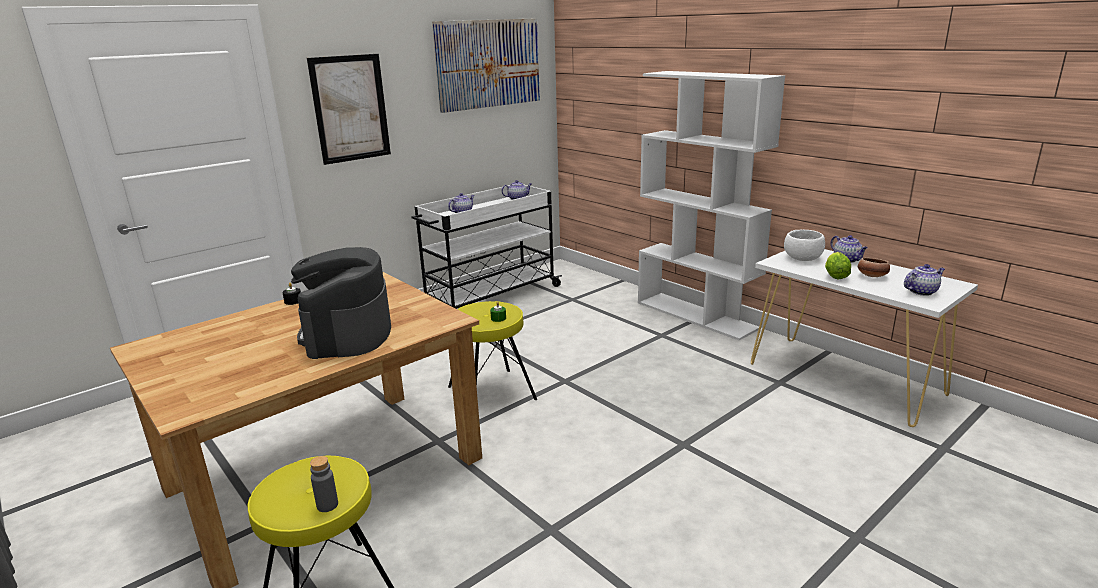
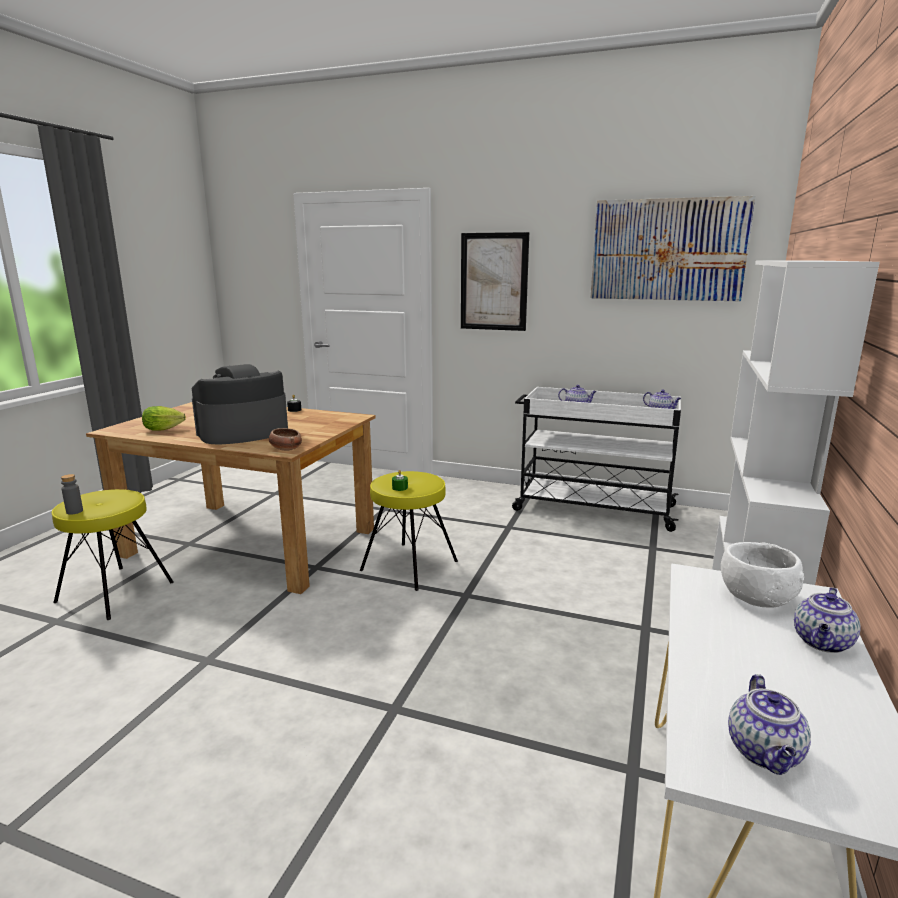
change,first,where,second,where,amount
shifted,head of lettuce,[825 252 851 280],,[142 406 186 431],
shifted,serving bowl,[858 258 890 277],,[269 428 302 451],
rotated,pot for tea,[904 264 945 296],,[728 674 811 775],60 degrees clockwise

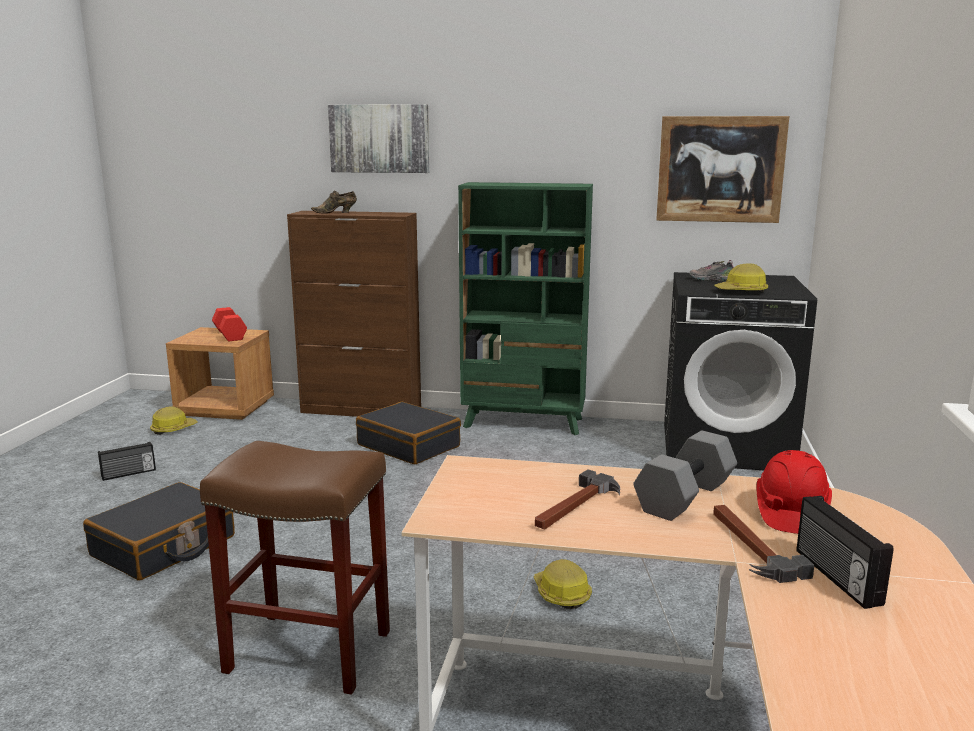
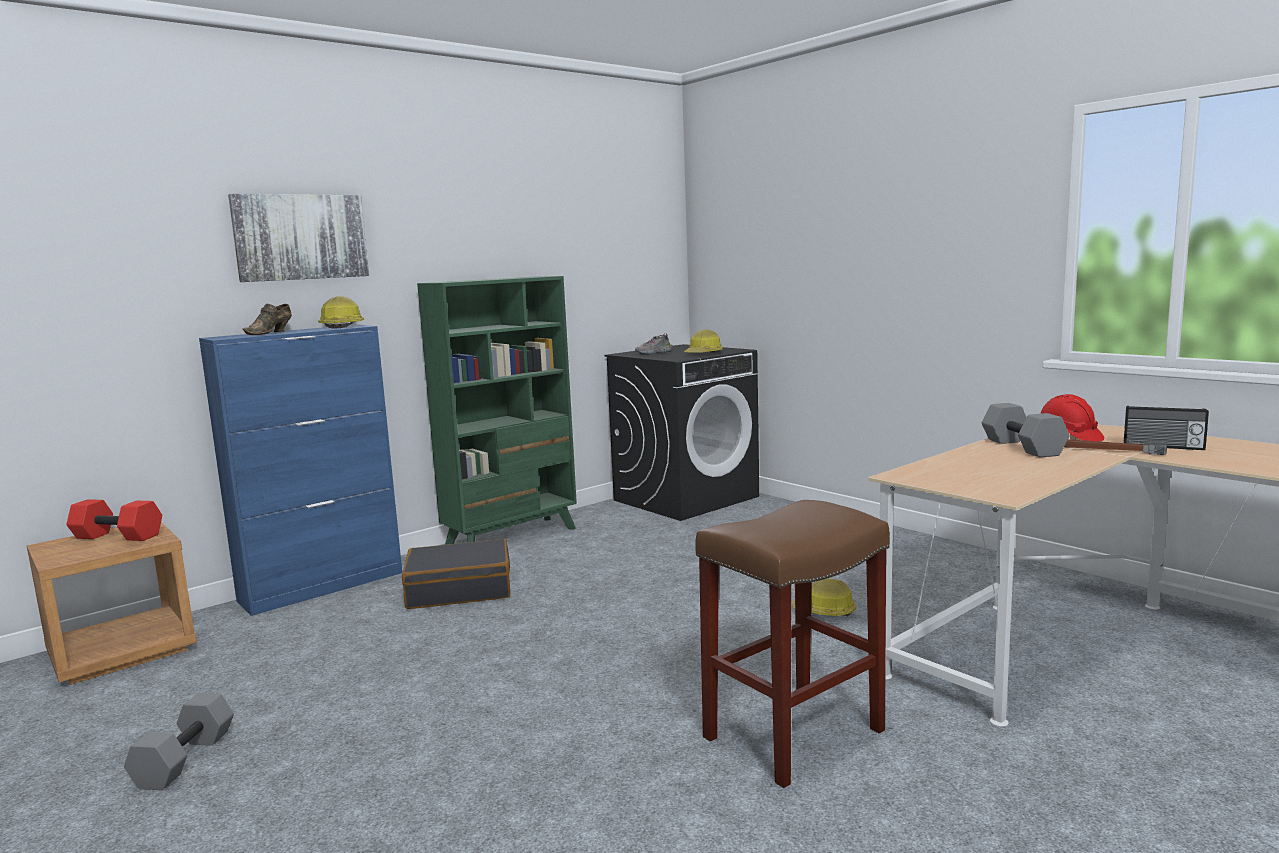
change,first,where,second,where,amount
gone,blackish travel case,[83 482 235 581],,,
gone,hammer,[535 470 620 529],,,
gone,wall picture,[656 116 789 223],,,
shifted,safety helmet,[150 406 198 435],,[319 296 364 328],
swapped,radio,[98 442 156 481],grey dumbbell,[124 693 234 790],
repainted,brown-coloured cabinet,[287 211 421 417],bluish cabinet,[199 324 402 616],

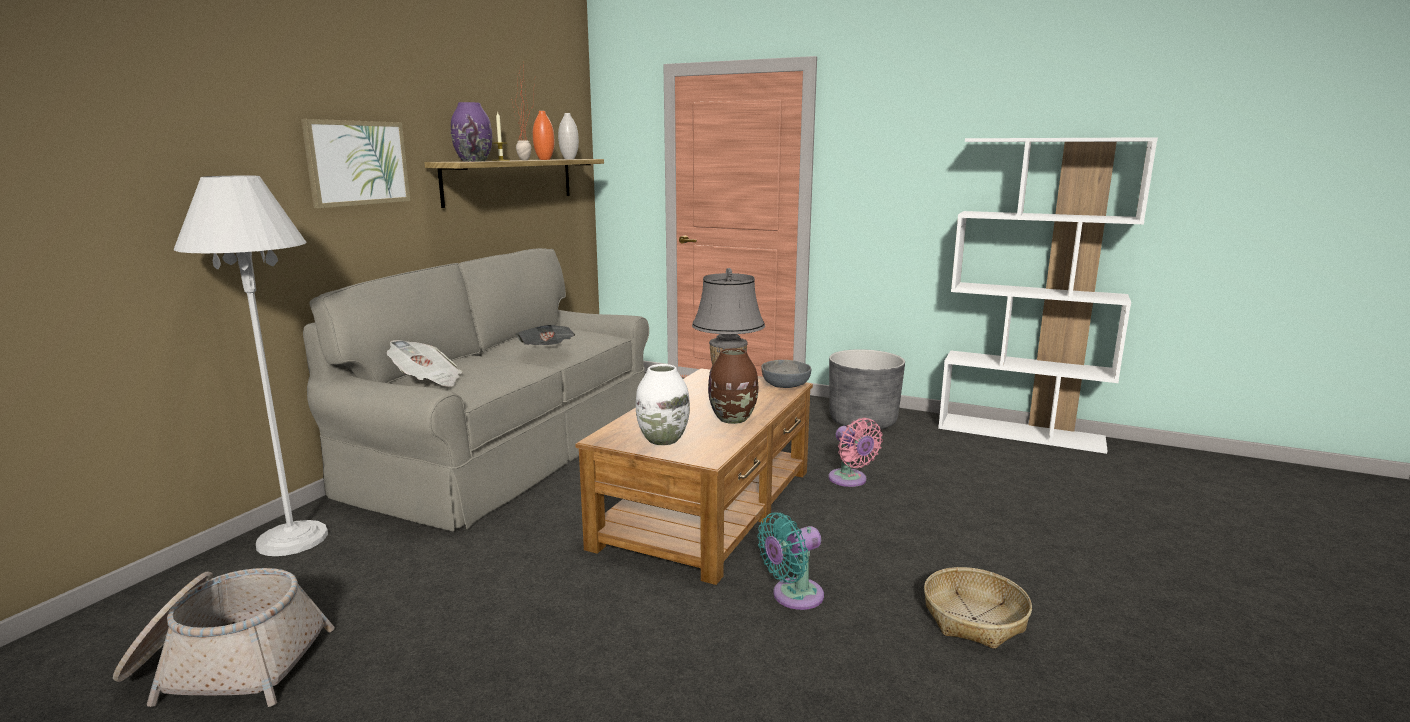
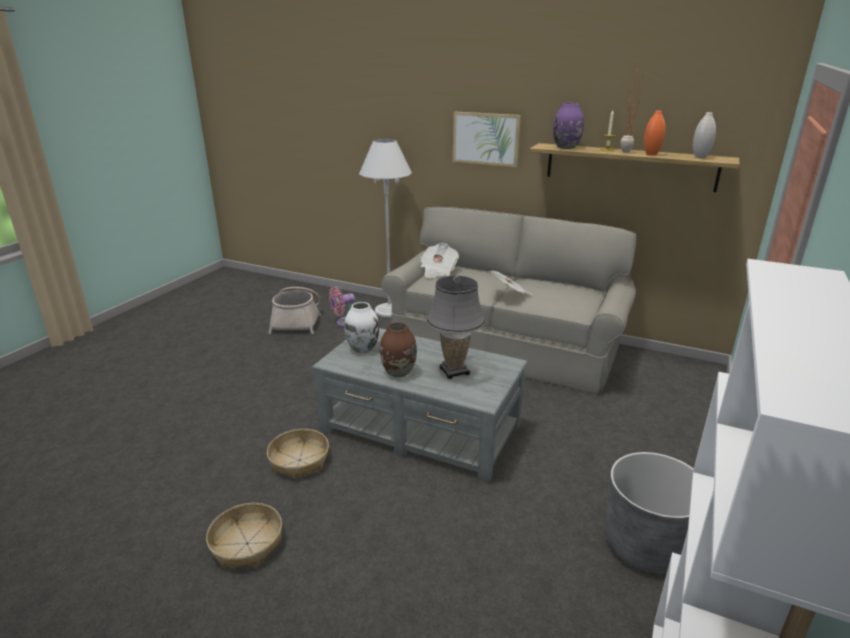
change,first,where,second,where,amount
gone,grey serving bowl,[761 360 811 388],,,
shifted,pinkish cooling fan,[829 418 883 487],,[329 287 355 327],
swapped,blue-green cooling fan,[757 512 824 610],basket,[267 429 329 479],
repainted,brown-coloured coffee table,[575 368 813 585],grey coffee table,[312 328 528 484],

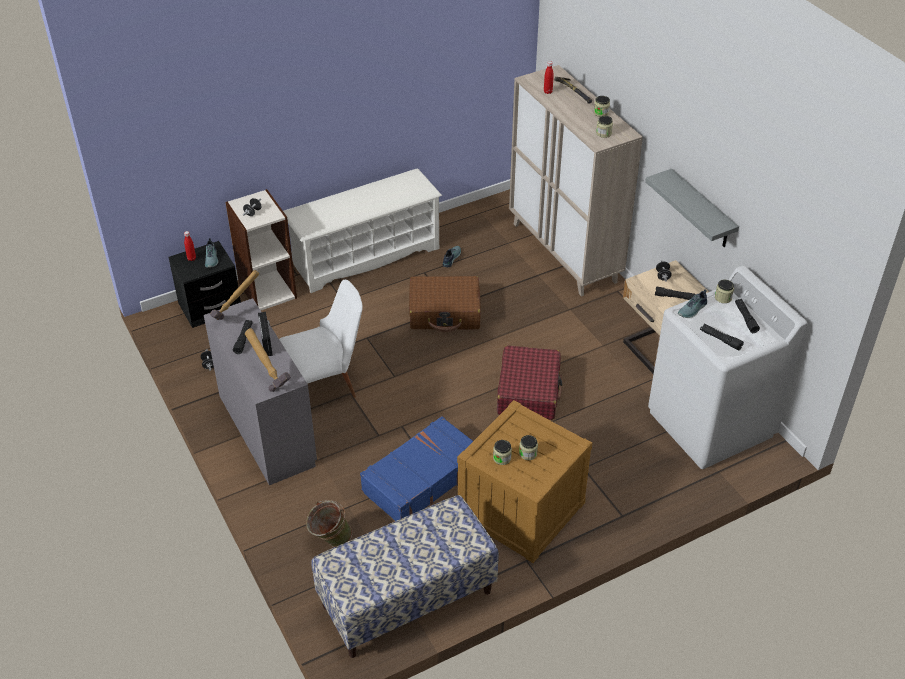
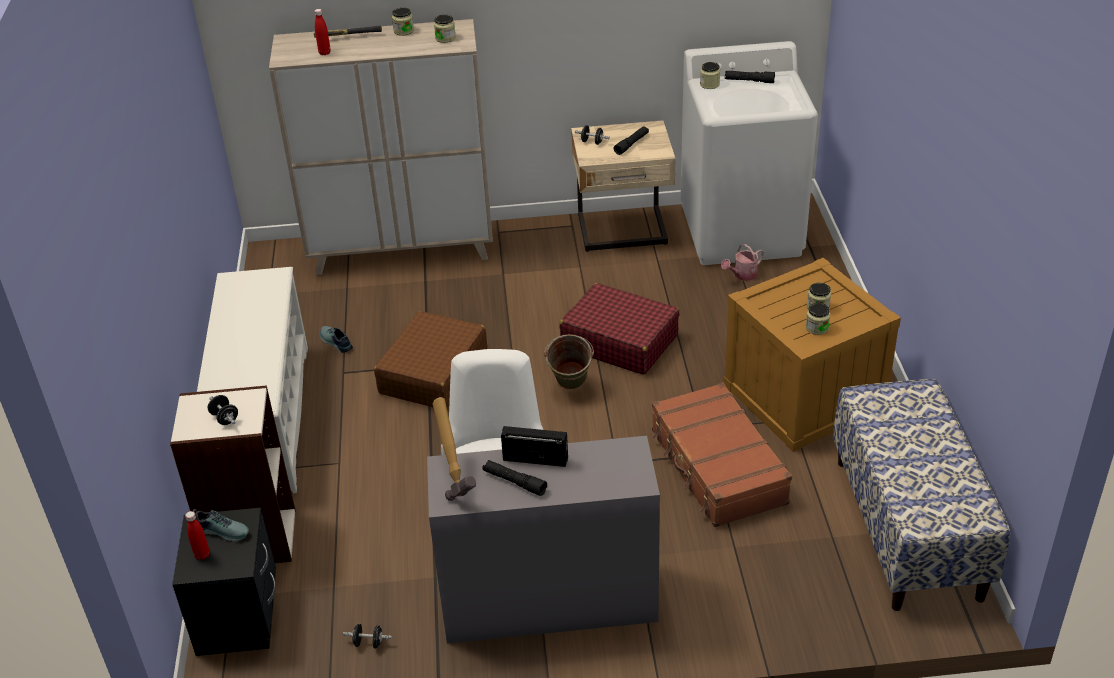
change,first,where,second,where,amount
gone,hammer,[245 328 291 392],,,
gone,grey wall shelf,[645 169 739 247],,,
gone,shoe,[678 289 707 318],,,
gone,blackish flashlight,[700 324 744 350],,,
new,,,sprinkling can,[721 244 764 281],
shifted,greenish bucket,[306 500 352 547],,[544 334 594 390],
repainted,bluish travel case,[360 416 473 521],brown-coloured travel case,[652 382 792 527],

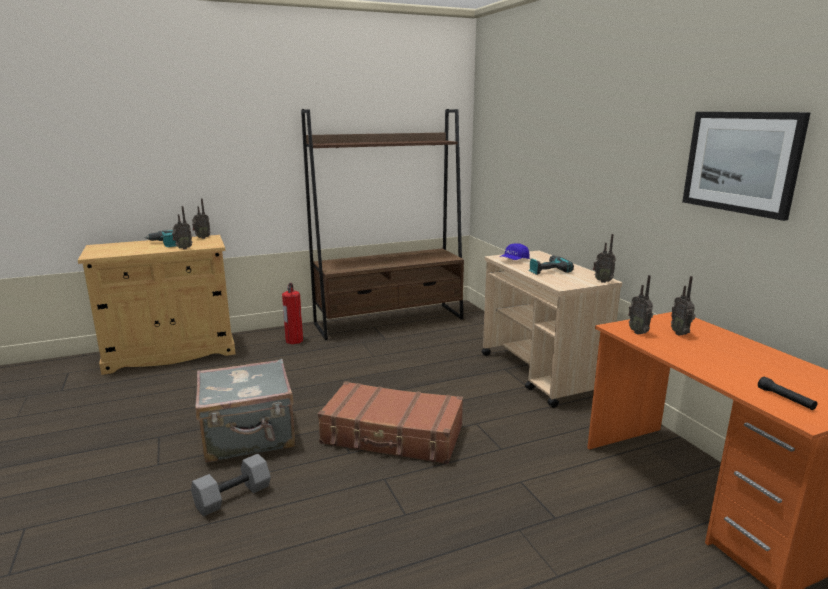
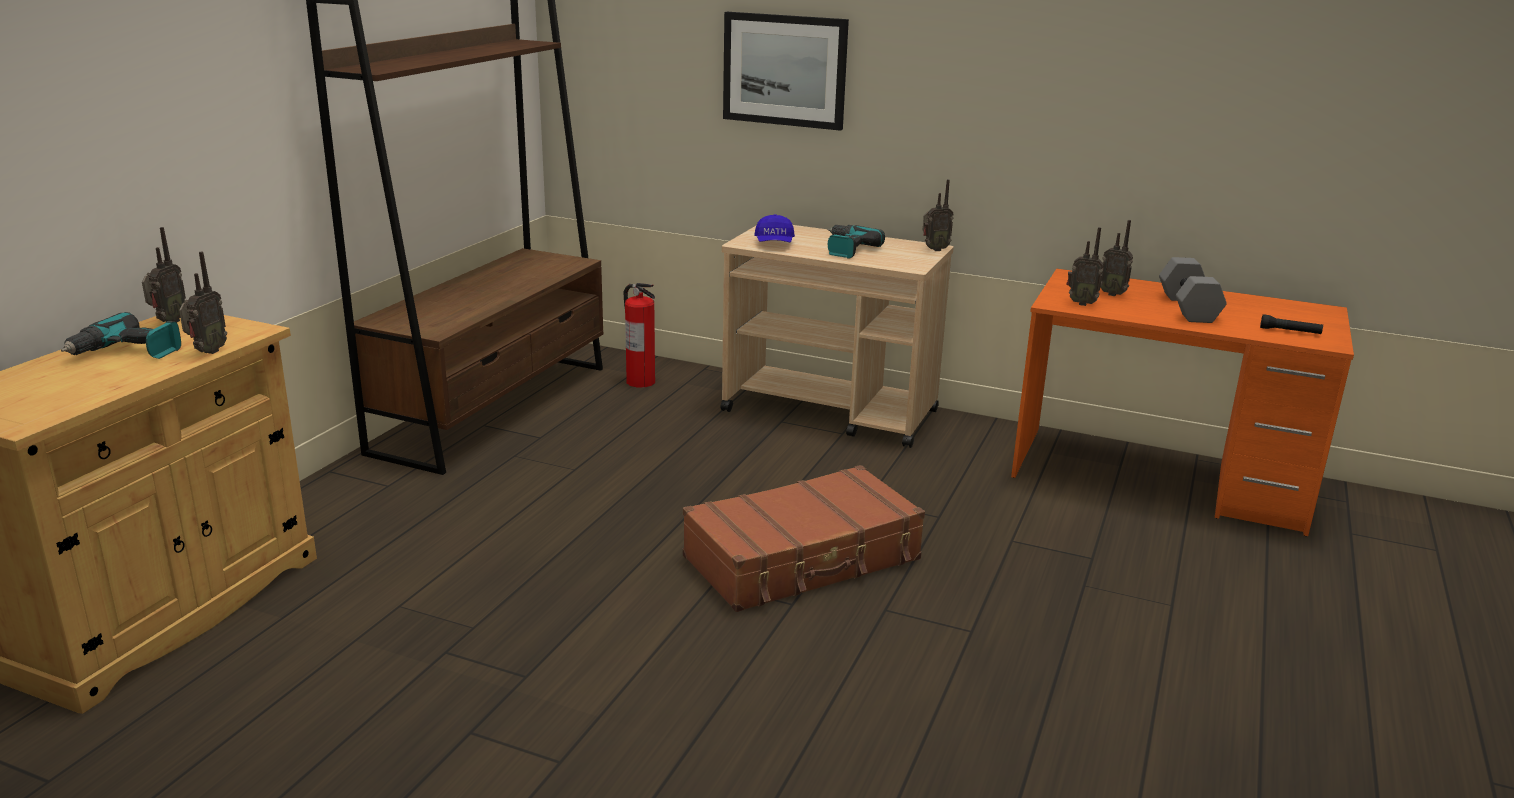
change,first,where,second,where,amount
gone,grey travel case,[195 359 295 463],,,
shifted,grey dumbbell,[191 454 271 517],,[1159 257 1227 323],
shifted,fire extinguisher,[282 283 303 344],,[623 283 655 387],
shifted,wall picture,[682 112 811 221],,[723 12 849 131],

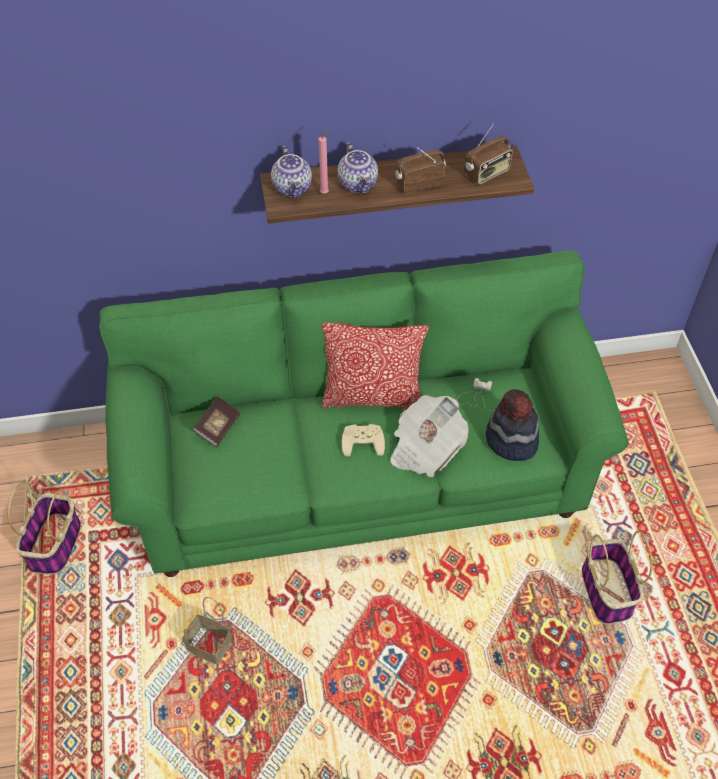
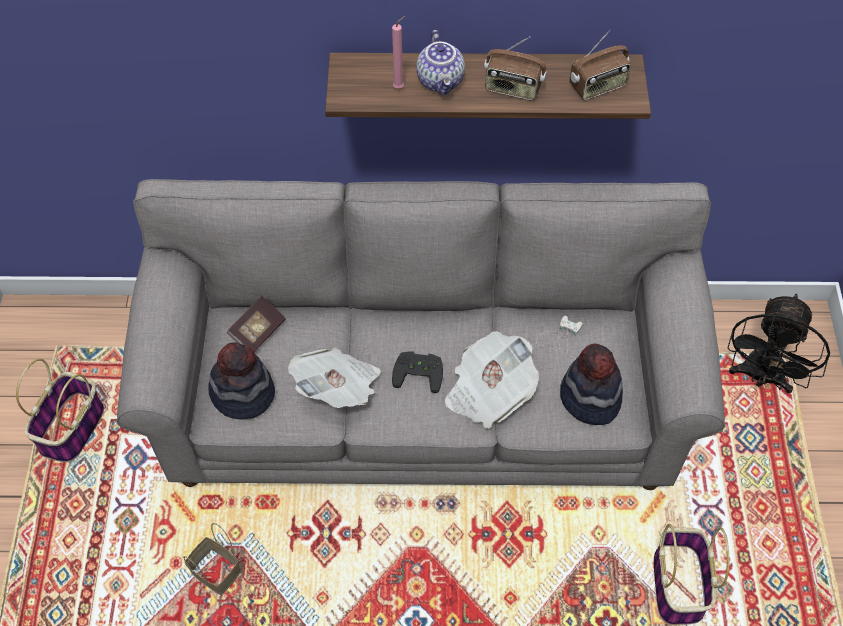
change,first,where,second,where,amount
gone,pot for tea,[271 146 312 198],,,
gone,cushion,[322 322 429 410],,,
new,,,wearable hat,[208 342 275 420],
new,,,printed paper,[288 348 381 408],
new,,,blackish cooling fan,[727 293 830 393],
repainted,greenish couch,[99 250 629 577],grey couch,[116 179 725 490],
repainted,beige game controller,[342 424 385 457],blackish game controller,[392 351 443 393],
rotated,radio,[395 147 446 194],,[484 36 547 101],150 degrees counterclockwise

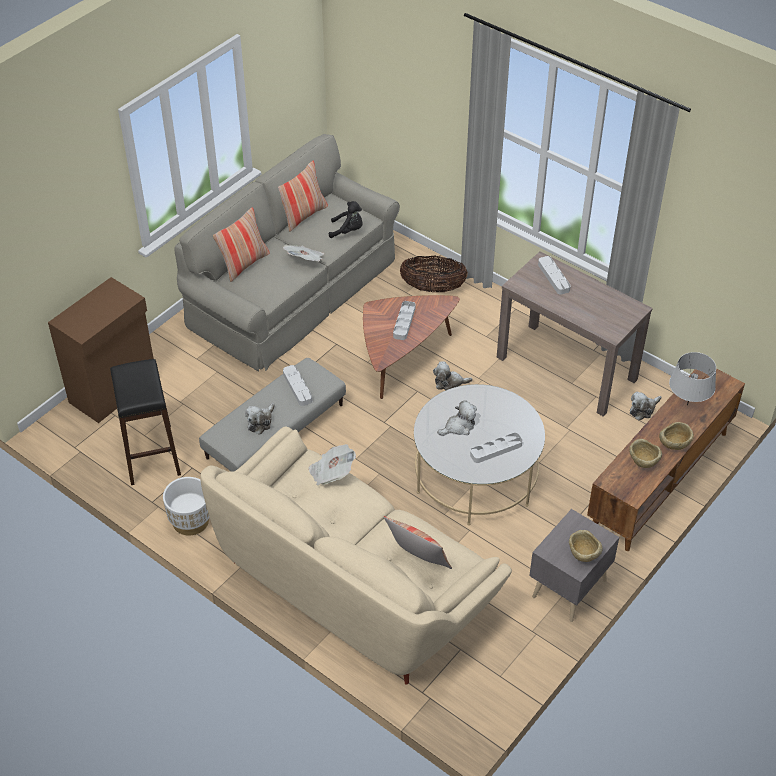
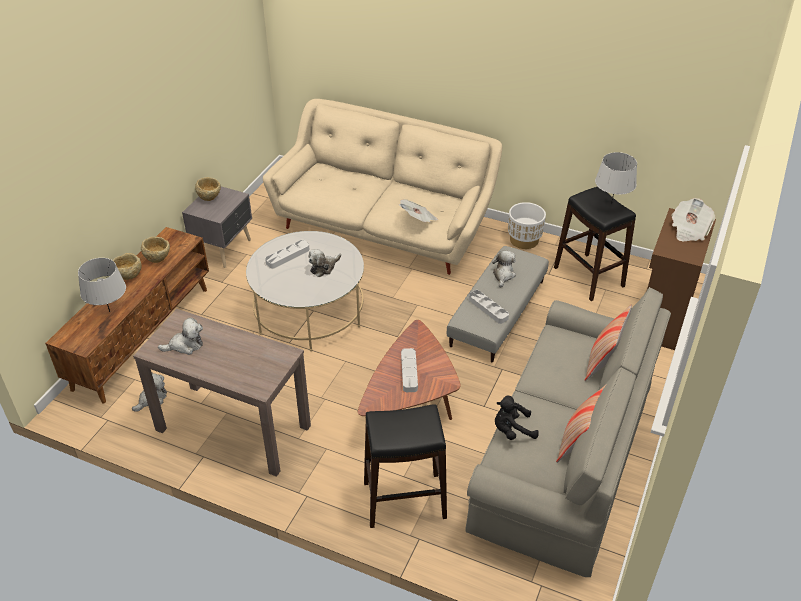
change,first,where,second,where,amount
gone,cushion,[384 516 452 569],,,
gone,grey carrying tray,[538 256 571 295],,,
new,,,grey table lamp,[595 152 637 205],
shifted,printed paper,[283 245 324 262],,[671 198 715 241],
shifted,plush toy,[433 361 473 390],,[158 318 203 355],
swapped,basket,[400 256 468 292],blackish sitting stool,[364 404 447 528],

